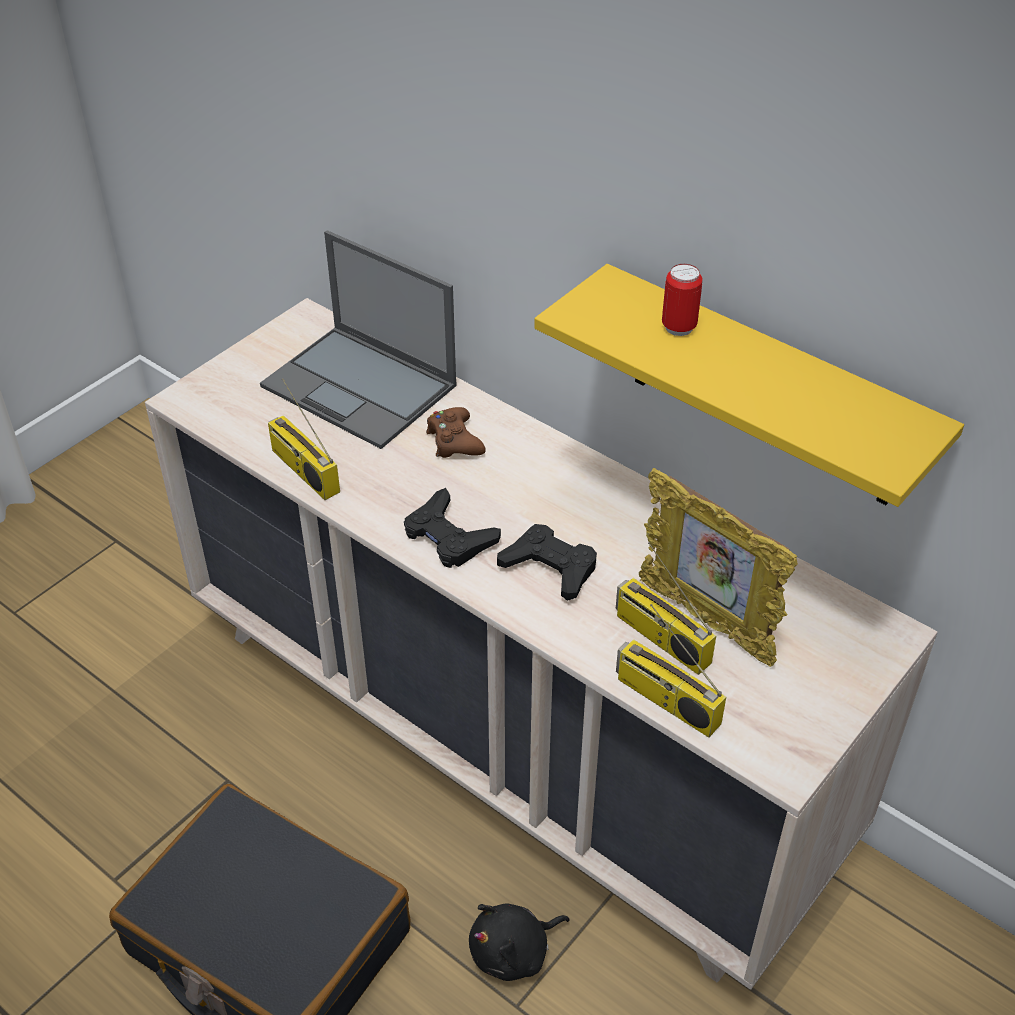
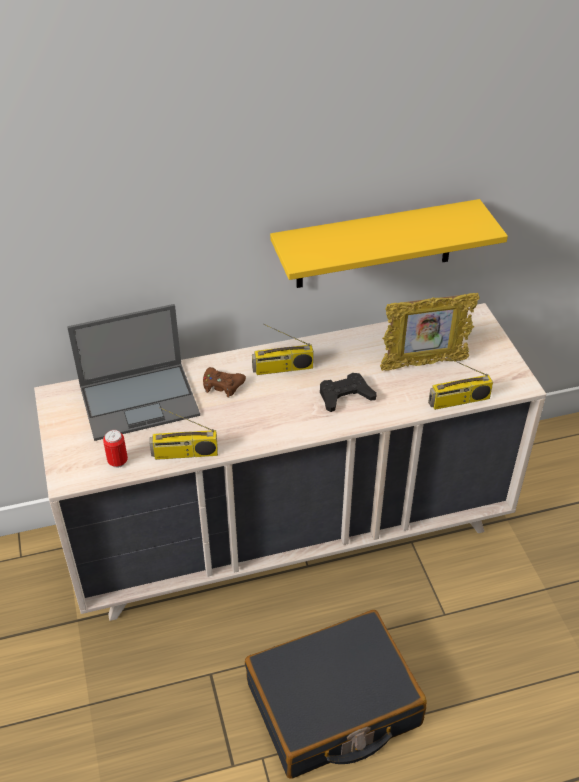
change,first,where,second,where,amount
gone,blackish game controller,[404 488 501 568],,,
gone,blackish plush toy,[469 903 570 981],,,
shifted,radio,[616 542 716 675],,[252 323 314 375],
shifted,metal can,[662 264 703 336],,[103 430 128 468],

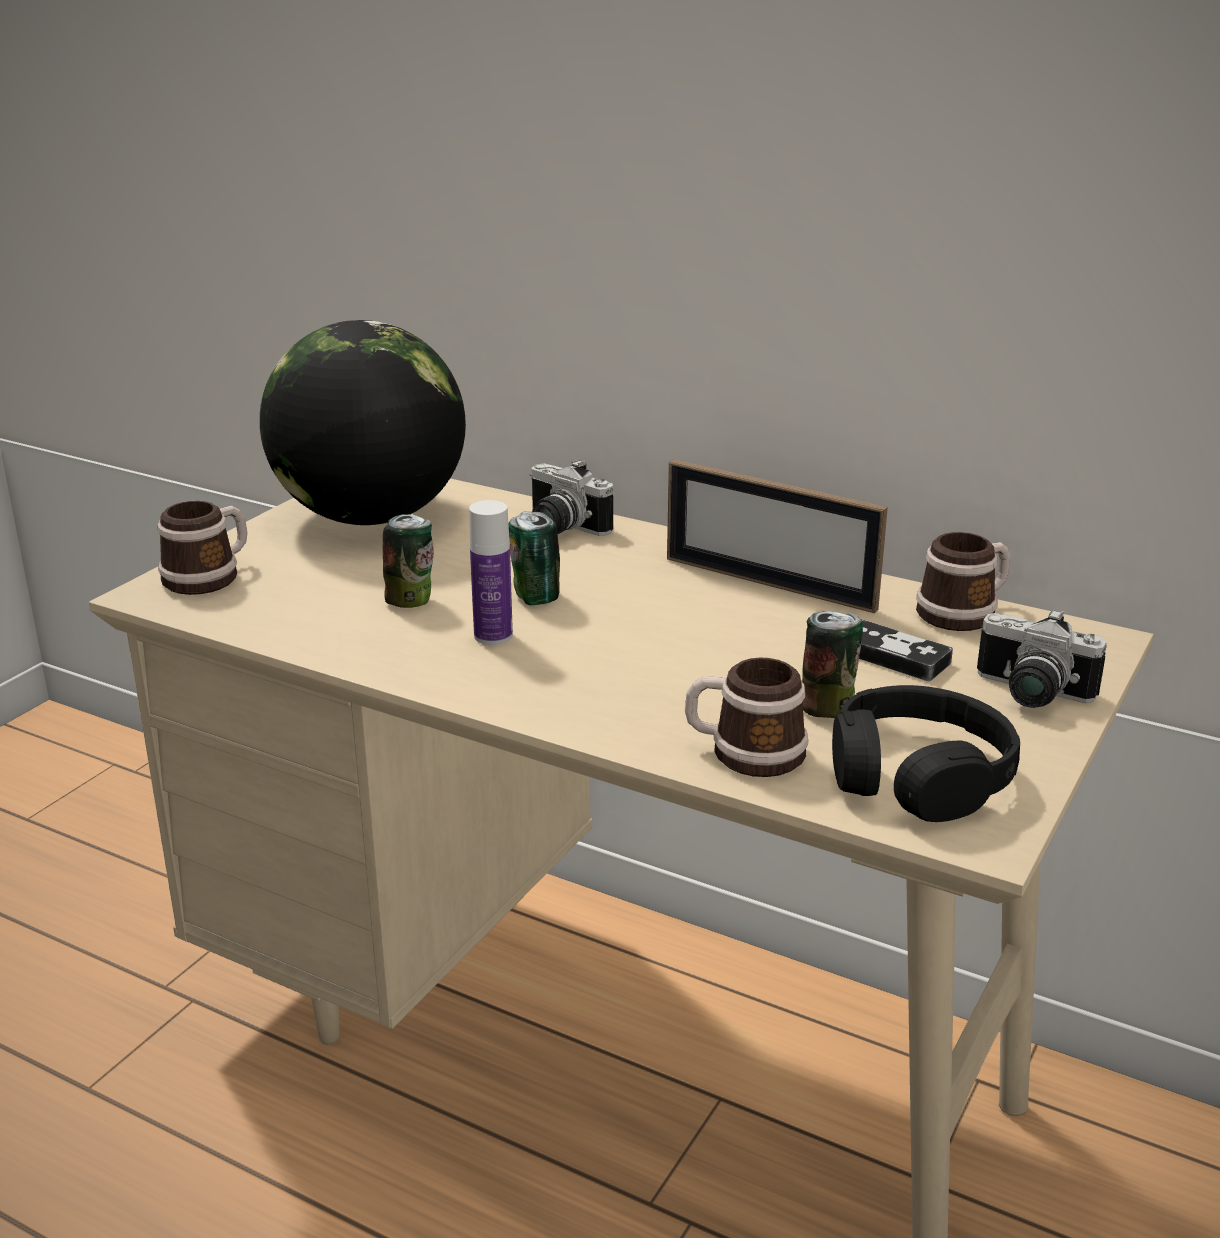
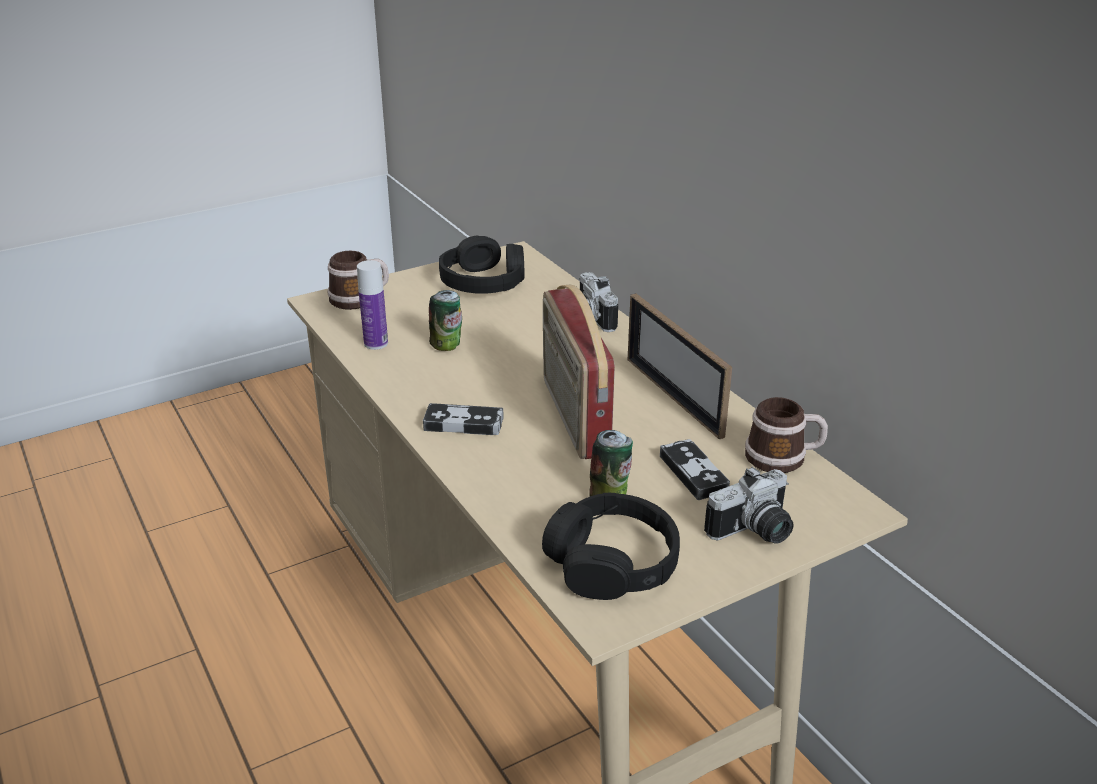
change,first,where,second,where,amount
gone,metal can,[508 511 560 605],,,
gone,mug,[685 657 808 777],,,
new,,,game controller,[423 403 504 435],
new,,,radio,[543 285 615 459],
shifted,drink bottle,[469 500 513 645],,[357 260 388 350],
swapped,globe,[260 320 466 525],blackish headset,[439 235 524 294],
rotated,photo camera,[977 609 1107 708],,[704 467 794 544],90 degrees counterclockwise

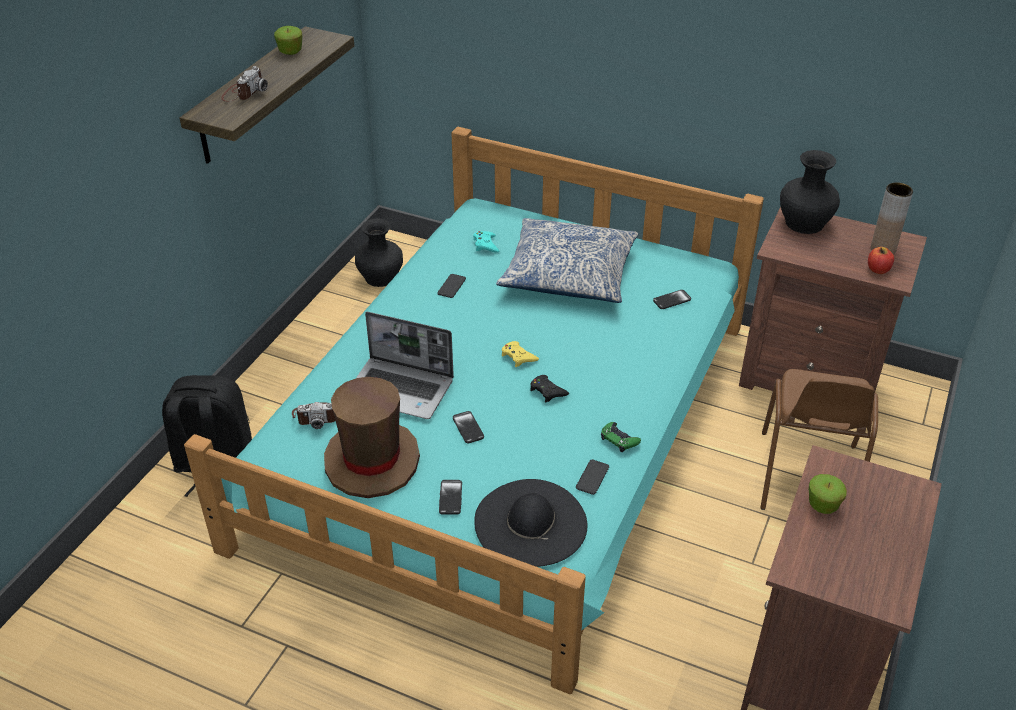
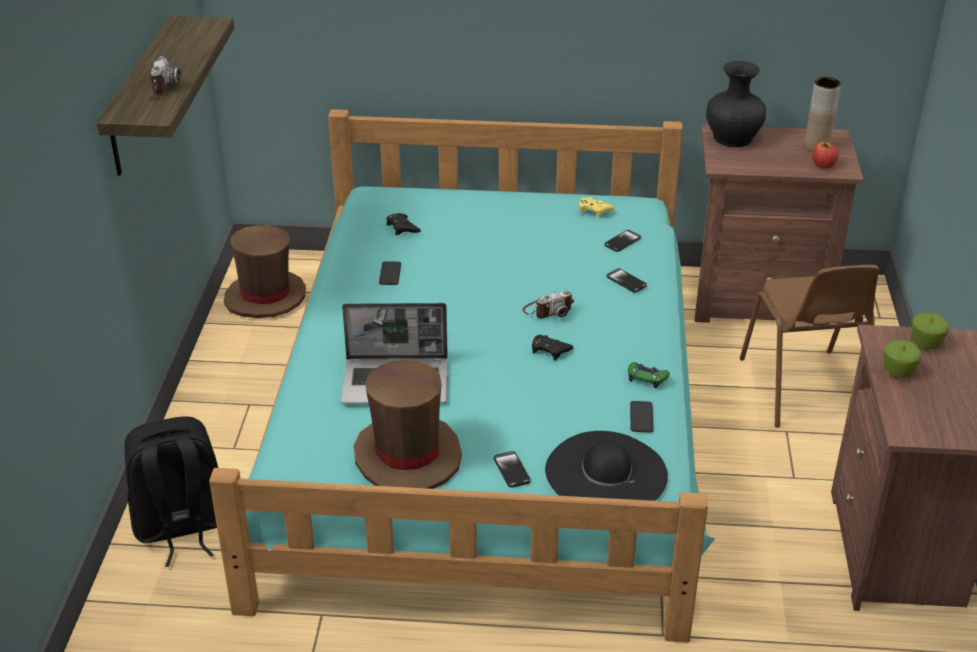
change,first,where,second,where,amount
gone,cushion,[496 218 639 303],,,
shifted,apple fruit,[274 26 302 55],,[911 312 950 349],
shifted,photo camera,[292 402 335 429],,[523 290 574 319],
shifted,handset,[453 411 484 443],,[607 268 647 293],
shifted,yellowish game controller,[502 341 539 367],,[579 197 614 217],
swapped,blackish vase,[355 218 403 287],brown-coloured wearable hat,[224 225 306 318],
repainted,blue-green game controller,[473 231 499 253],blackish game controller,[386 213 421 235],

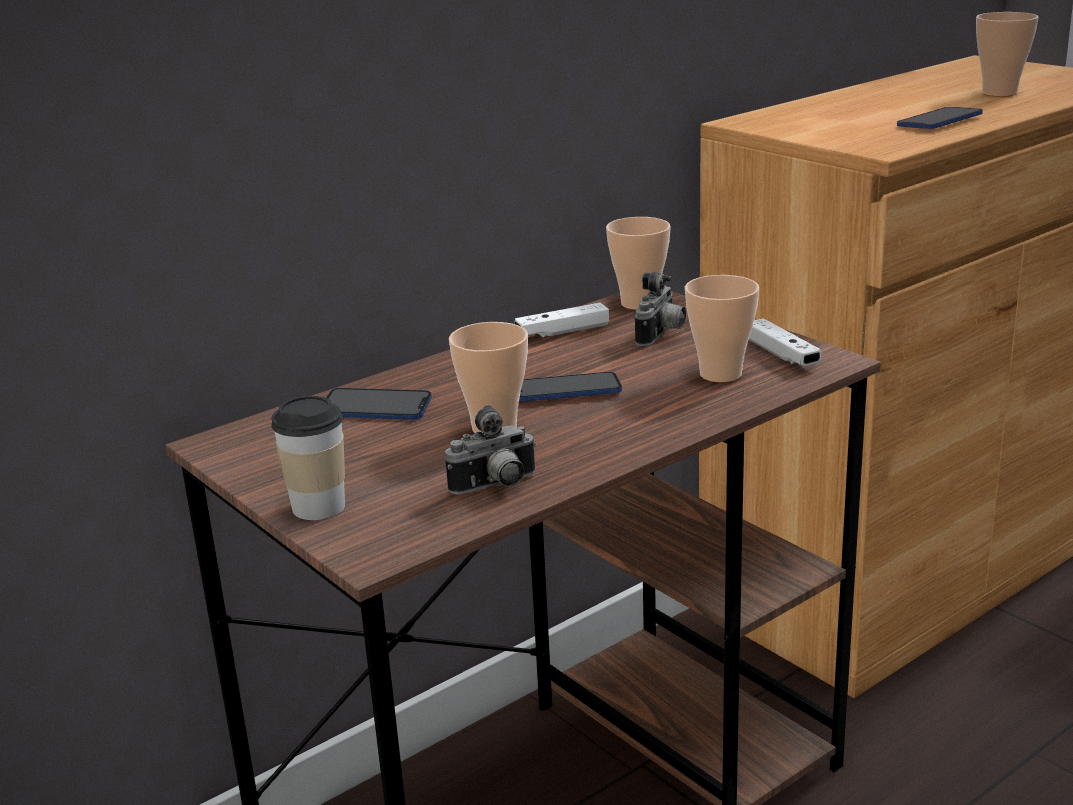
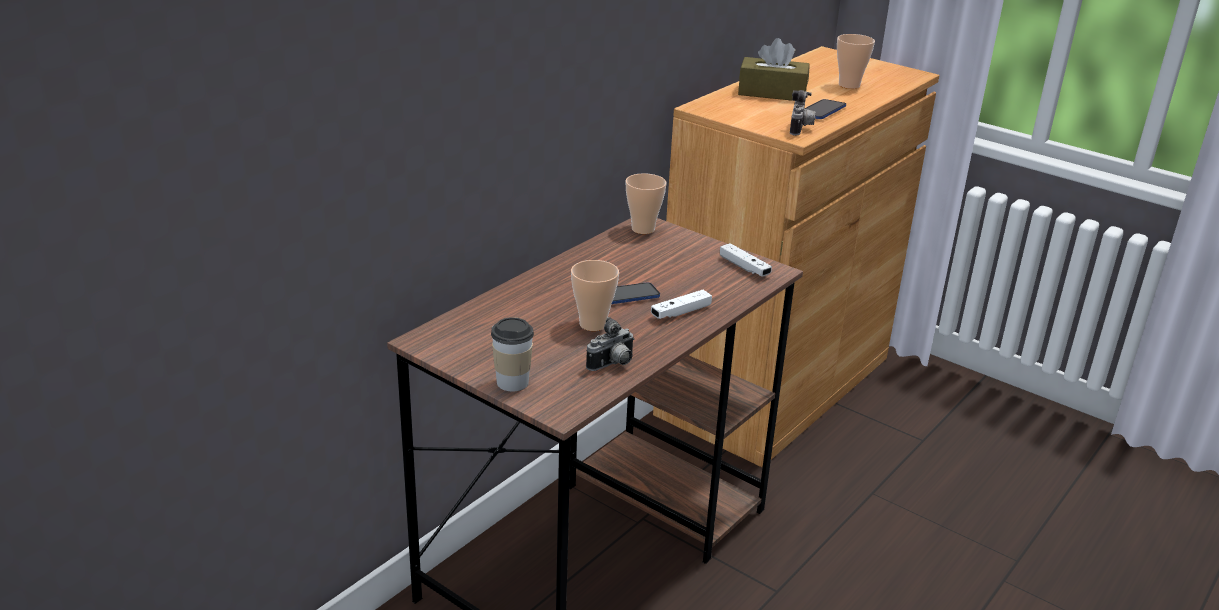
change,first,where,second,where,amount
gone,handset,[326 388 432 420],,,
gone,drinking cup,[685 275 759 383],,,
new,,,brown-coloured tissue box,[738 38 810 101],
shifted,white-coloured game controller,[515 303 609 338],,[651 290 712 319],
shifted,photo camera,[635 272 686 347],,[790 90 816 136],

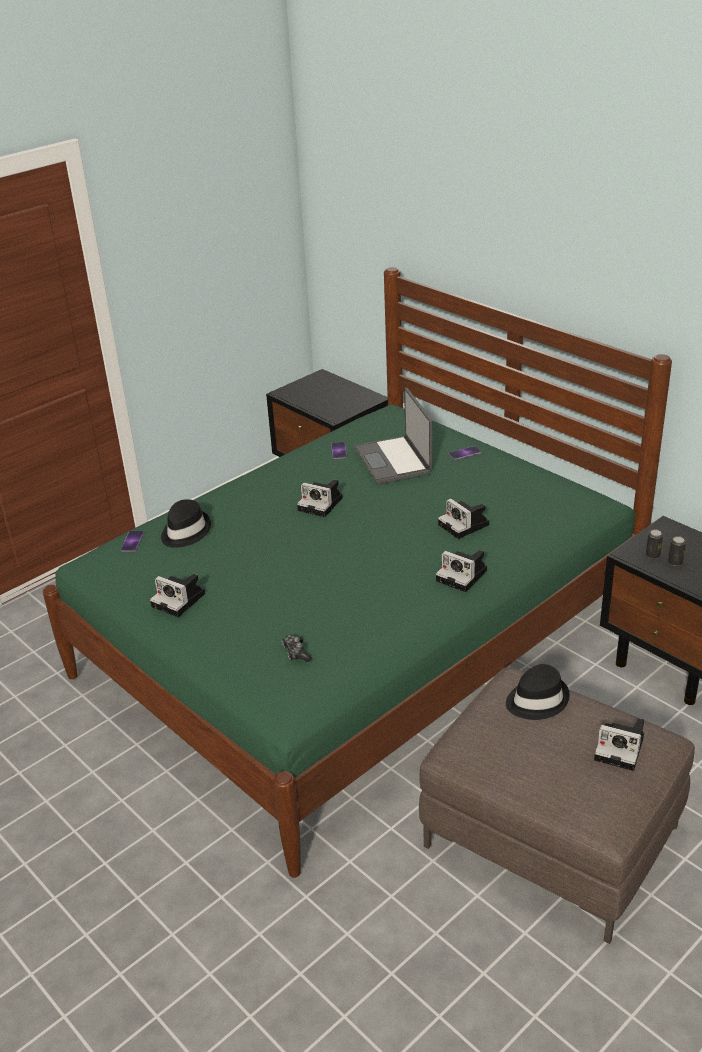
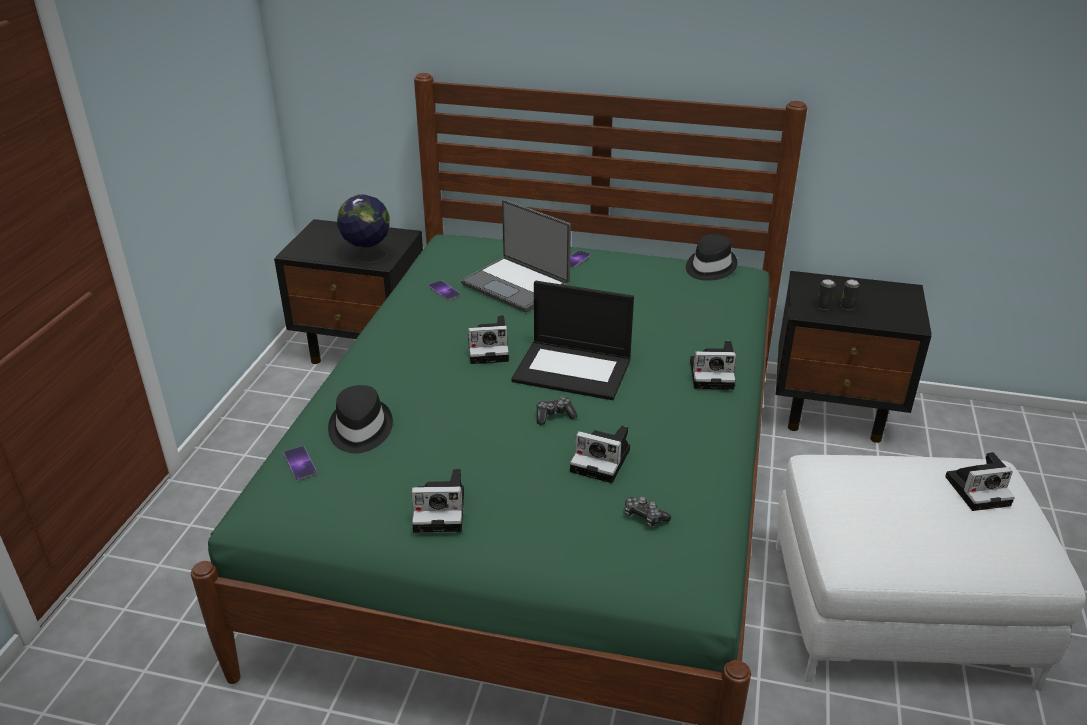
change,first,where,second,where,amount
new,,,globe,[337 194 390 263],
new,,,laptop,[511 281 634 400],
new,,,game controller,[537 397 578 425],
shifted,photo camera,[438 498 489 539],,[570 426 630 483],
shifted,blackish wearable hat,[506 664 570 720],,[686 234 738 281],
repainted,brown-coloured pouffe,[419 667 695 944],white-coloured pouffe,[776 455 1086 690],

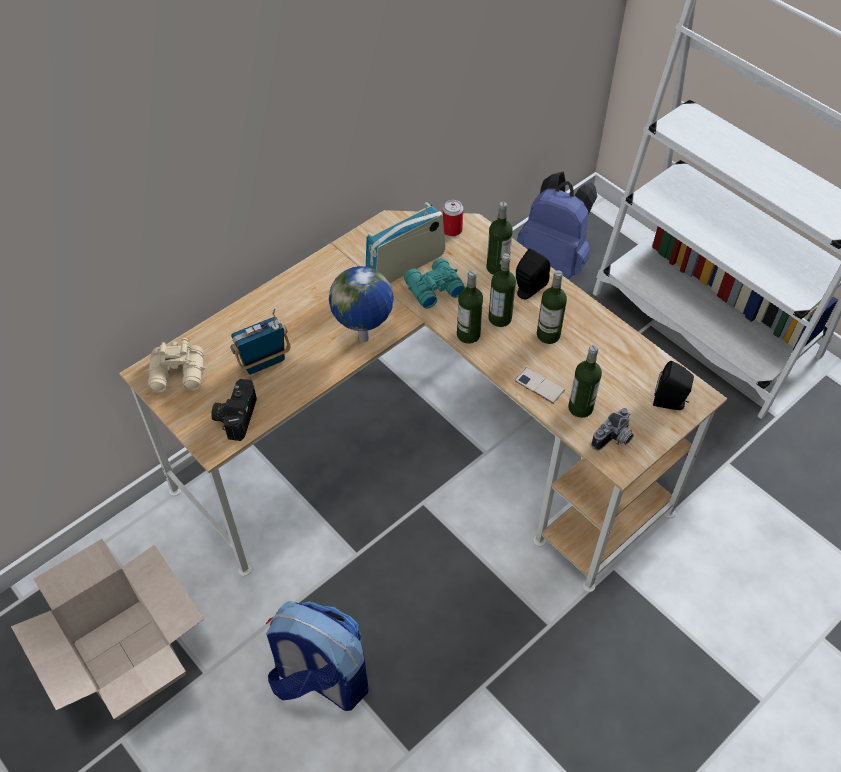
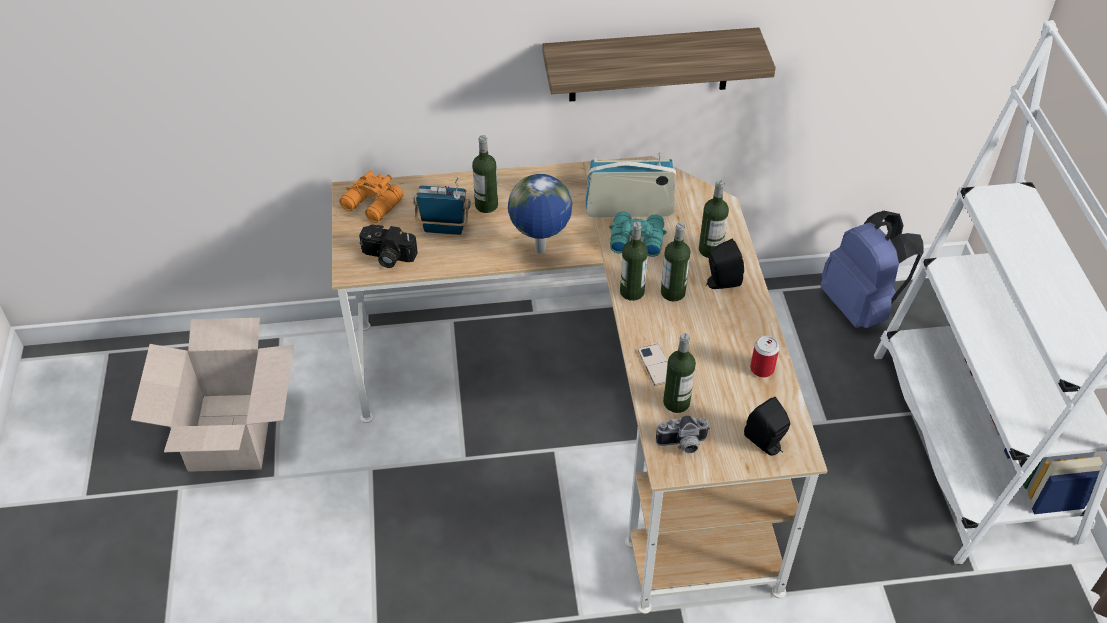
change,first,where,second,where,amount
gone,knapsack,[266 601 369 711],,,
new,,,wall shelf,[542 27 776 101],
shifted,metal can,[443 200 463 236],,[750 336 779 378],
shifted,drink bottle,[537 270 567 344],,[472 135 498 213],
repainted,beige field glasses,[145 338 205 393],orange field glasses,[339 170 404 223],
rotated,photo camera,[211 379 257 441],,[359 225 418 268],120 degrees counterclockwise

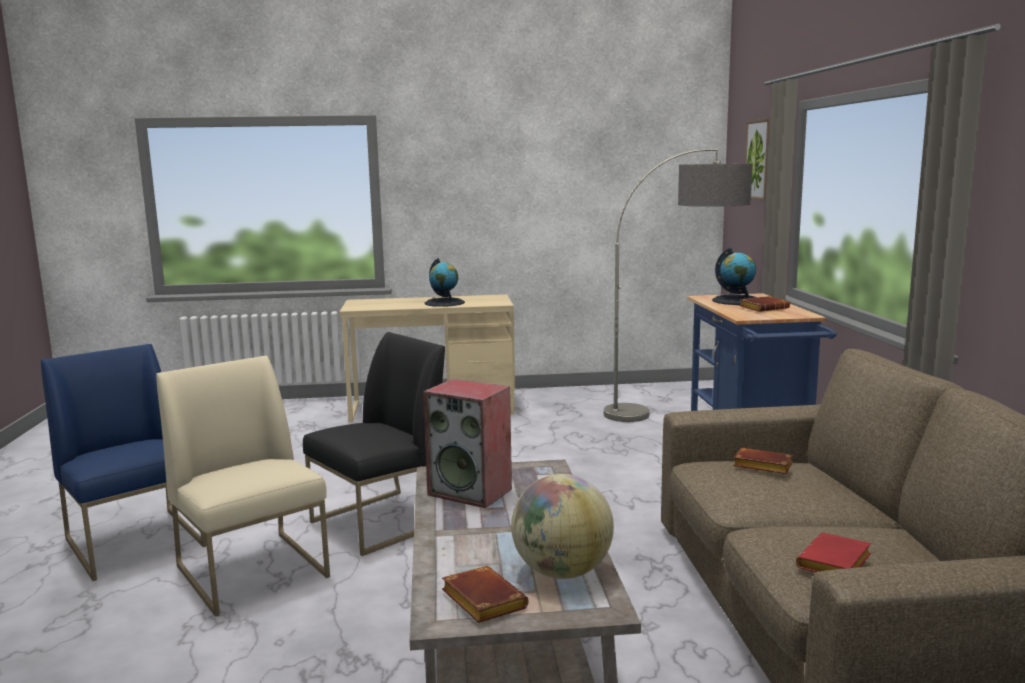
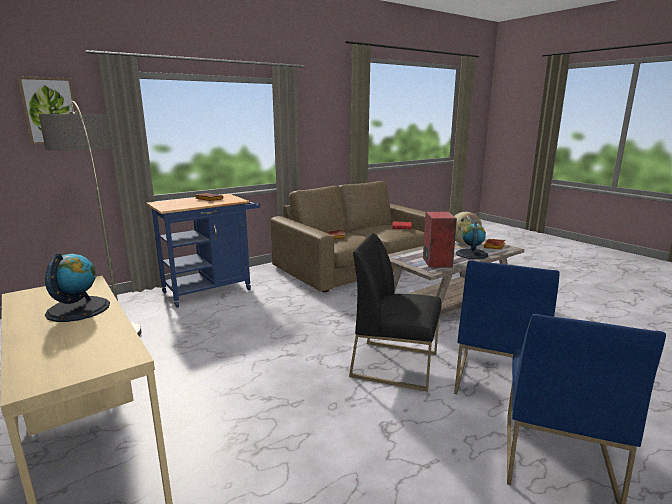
change,first,where,second,where,amount
shifted,globe,[712 248 757 305],,[456 222 488 259],
repainted,beige plain chair,[156 356 330 617],bluish plain chair,[454 260 559 394],

